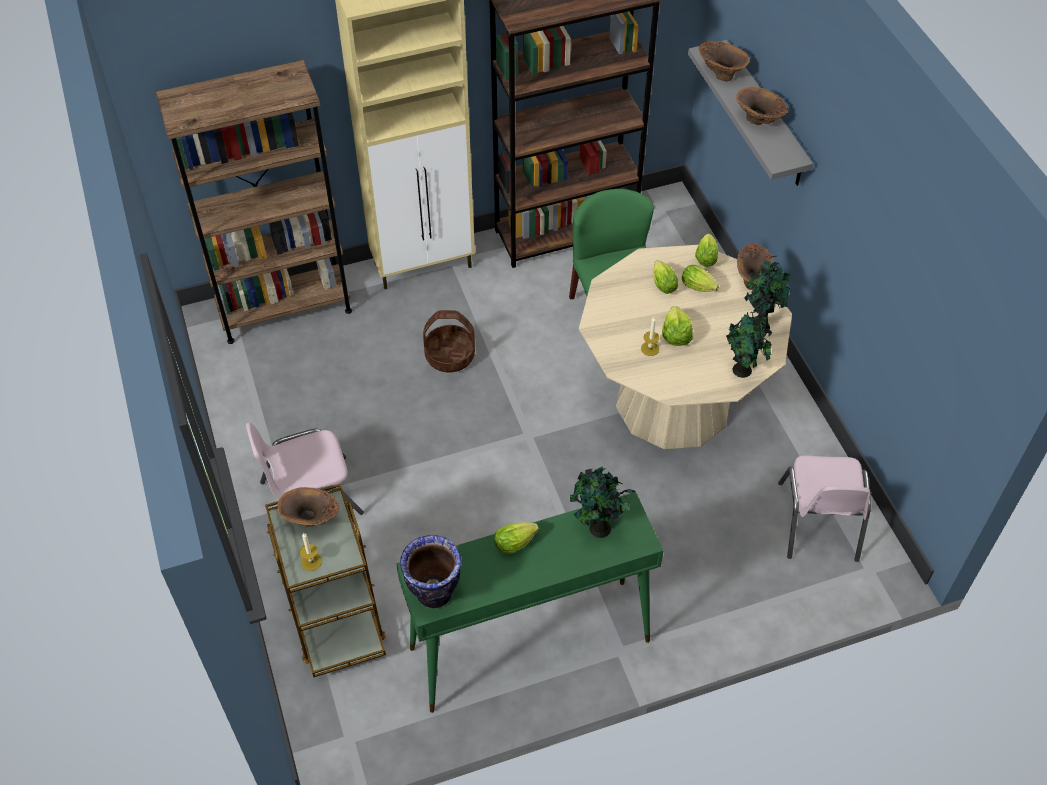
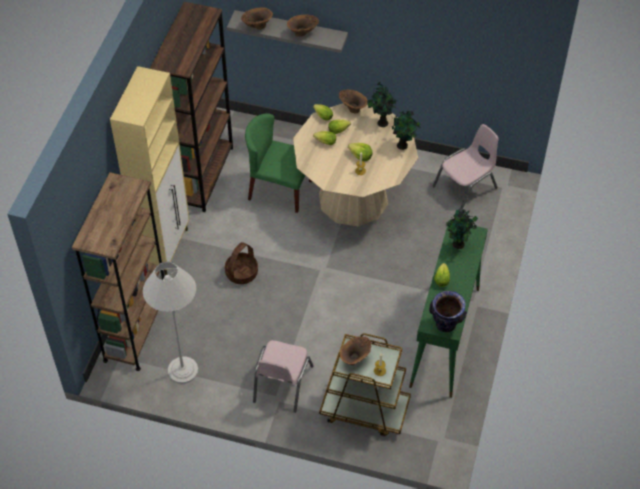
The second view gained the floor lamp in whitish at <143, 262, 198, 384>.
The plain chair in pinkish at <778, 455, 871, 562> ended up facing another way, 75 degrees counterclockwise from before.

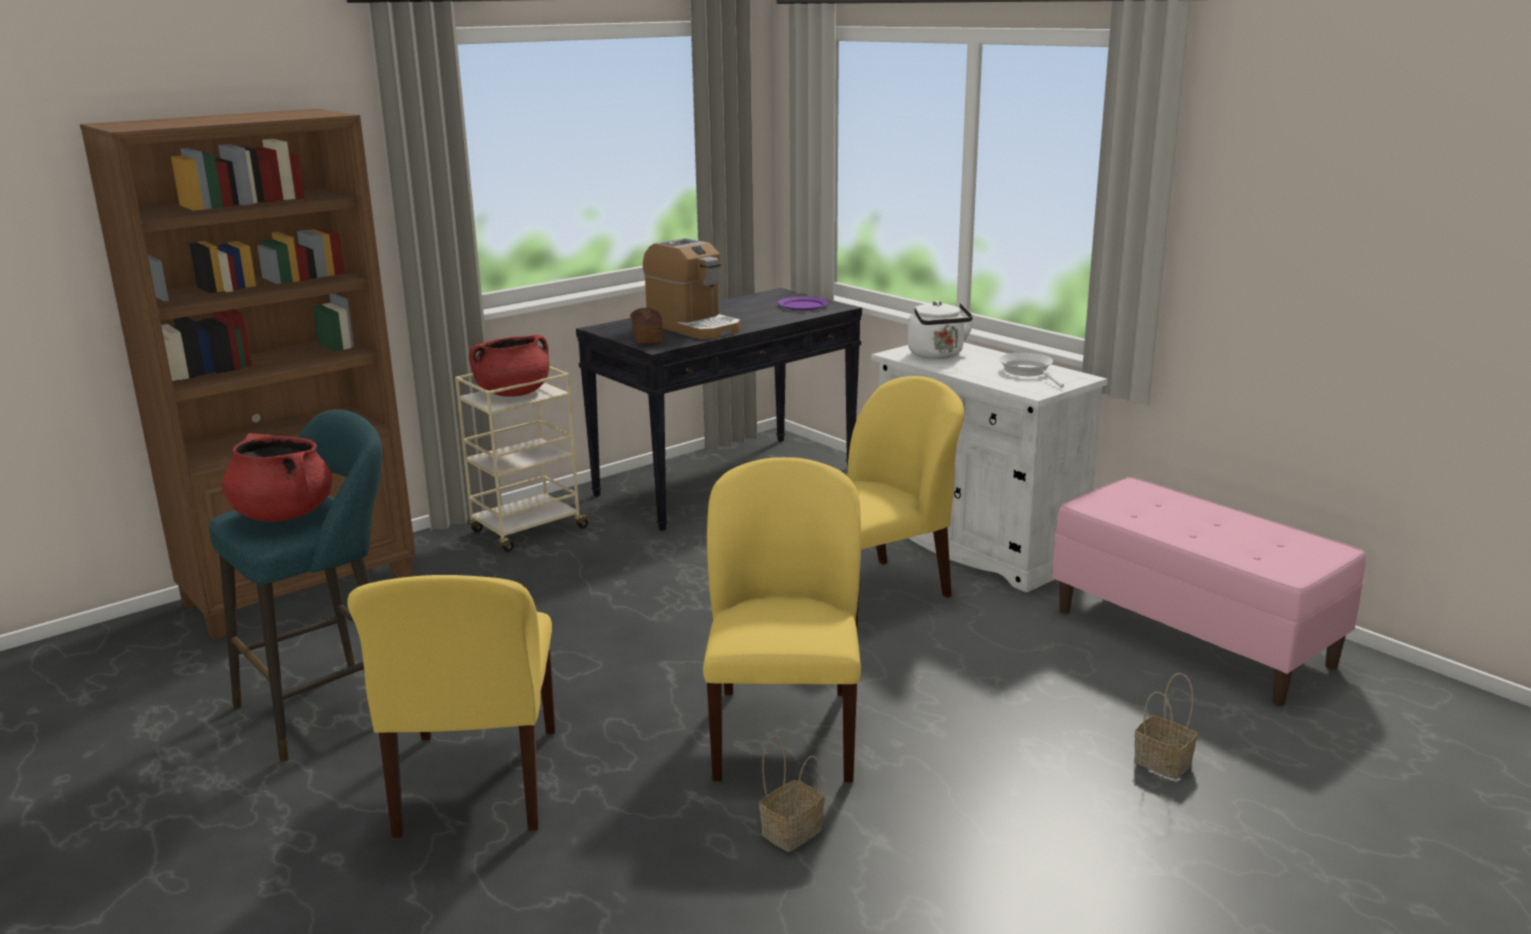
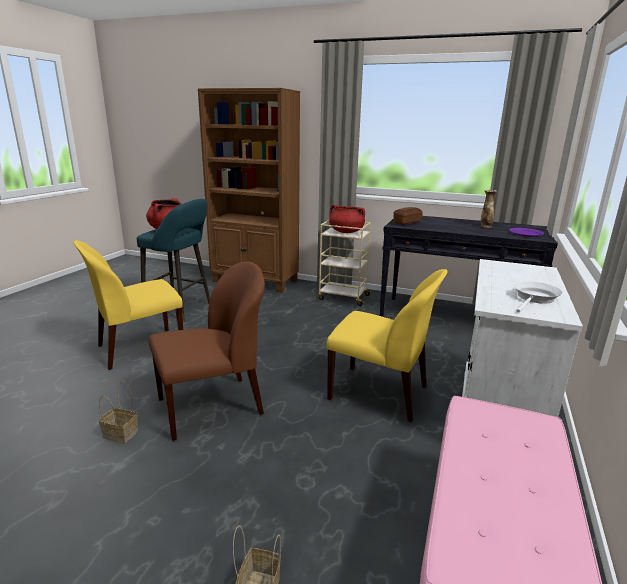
What was the plain chair in yellow-coloured at <703, 457, 861, 782> turned into the plain chair in brown at <148, 262, 265, 441>.
The second view gained the vase at <481, 190, 497, 228>.
The second view lost the coffee machine at <643, 238, 741, 339>.
The second view lost the tea kettle in whitish at <908, 301, 974, 359>.

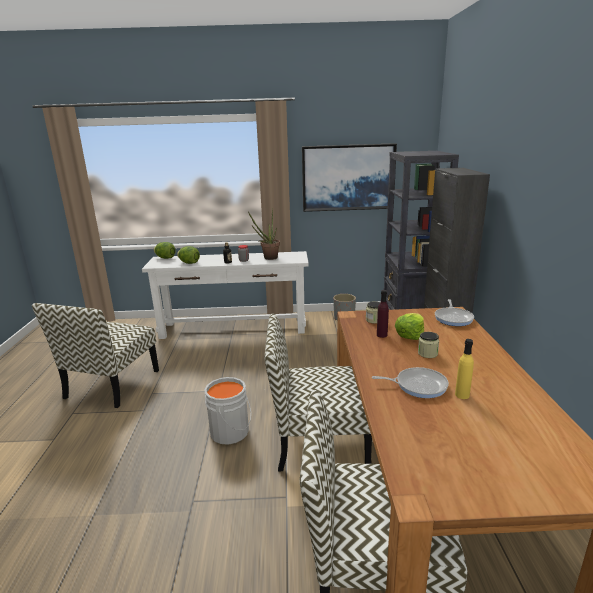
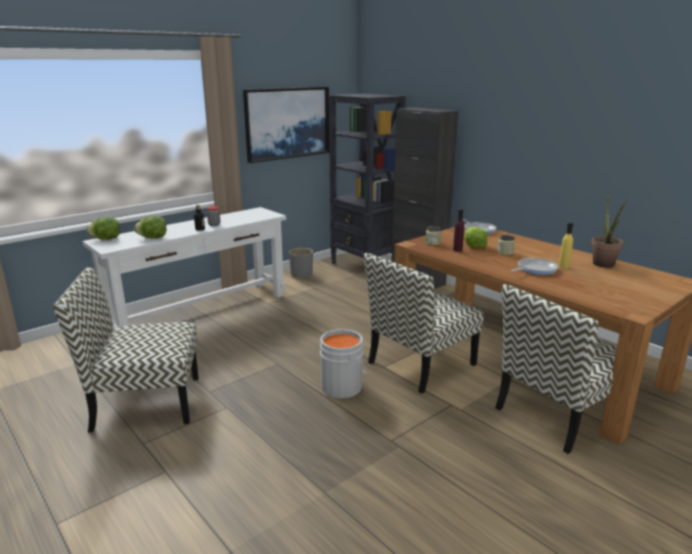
The plain chair at <32, 303, 159, 408> ended up facing another way, 105 degrees clockwise from before.
The plant in a pot ended up elsewhere, having gone from <248, 208, 280, 260> to <591, 190, 628, 268>.

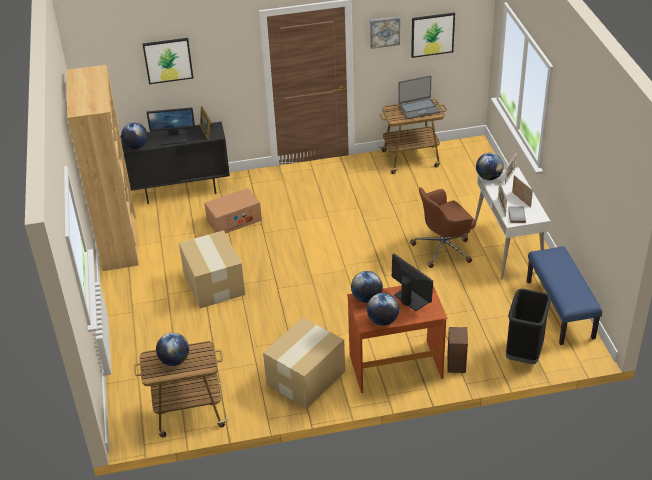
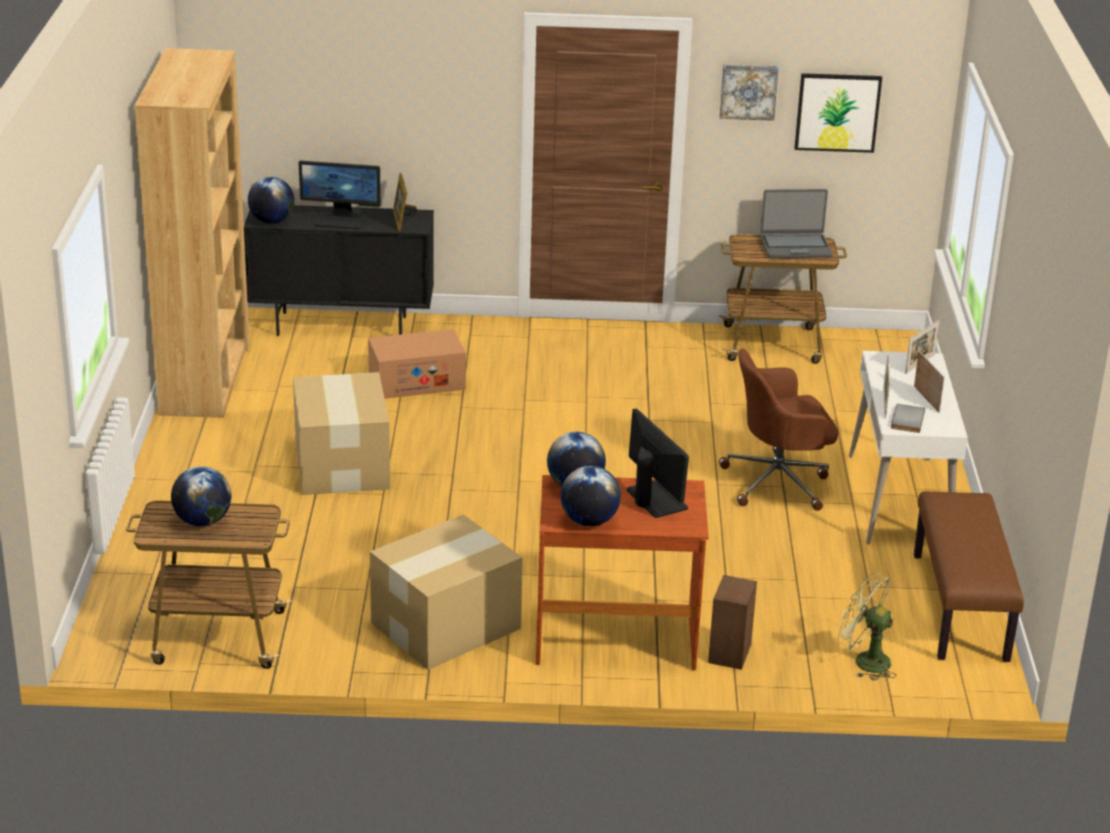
Where the waste bin in black stood at <506, 289, 551, 364>, the electric fan in green came to stand at <837, 572, 896, 681>.
What was the bench in blue at <527, 246, 602, 345> turned into the bench in brown at <914, 491, 1024, 662>.
The second view lost the wall art at <142, 38, 193, 84>.
The second view lost the world globe at <476, 153, 504, 180>.

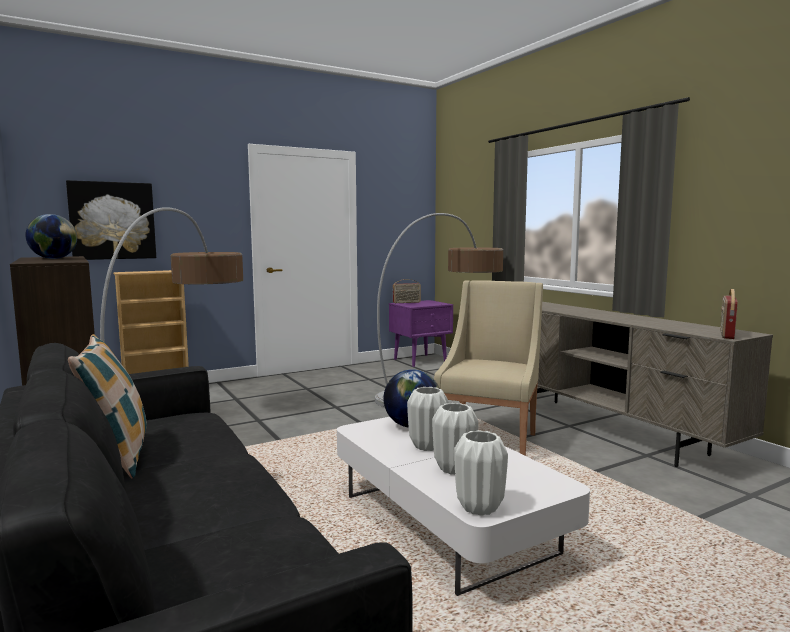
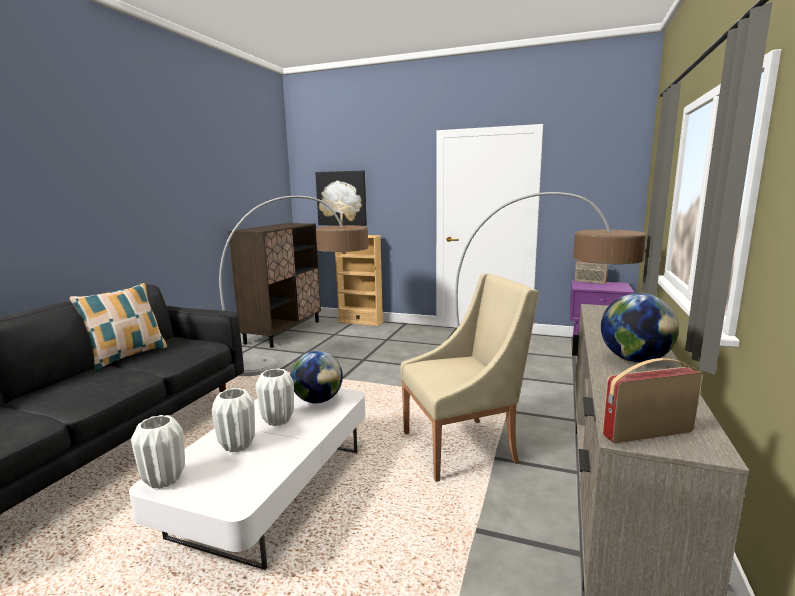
The world globe ended up elsewhere, having gone from <25, 214, 77, 259> to <601, 293, 679, 363>.

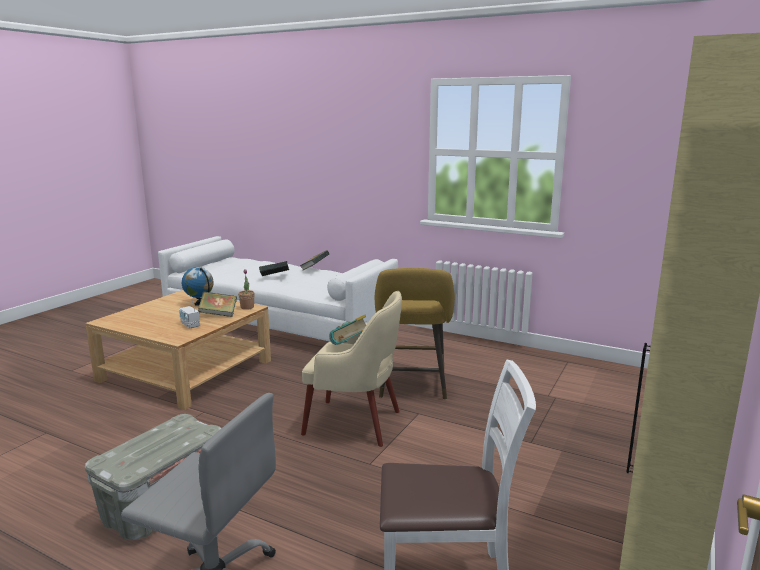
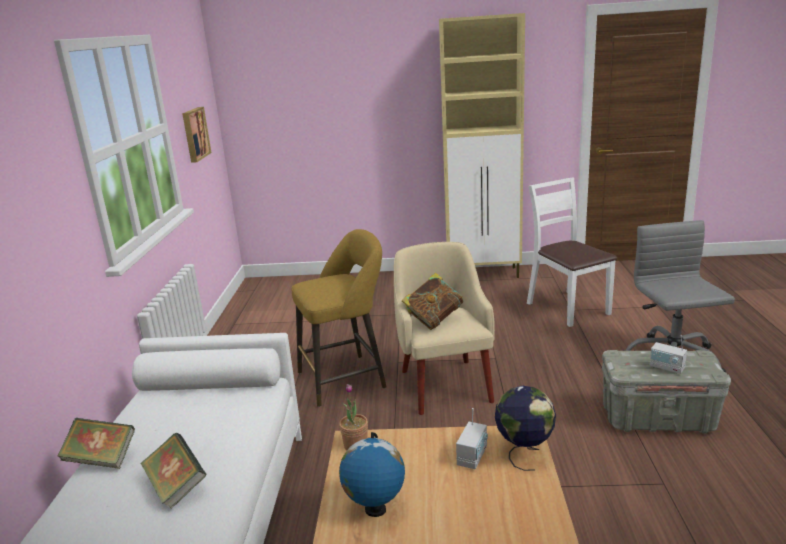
The second view gained the wall art at <182, 107, 212, 163>.
The second view gained the world globe at <495, 386, 556, 471>.
The second view gained the radio receiver at <649, 335, 687, 374>.
The second view lost the bound book at <198, 292, 237, 317>.

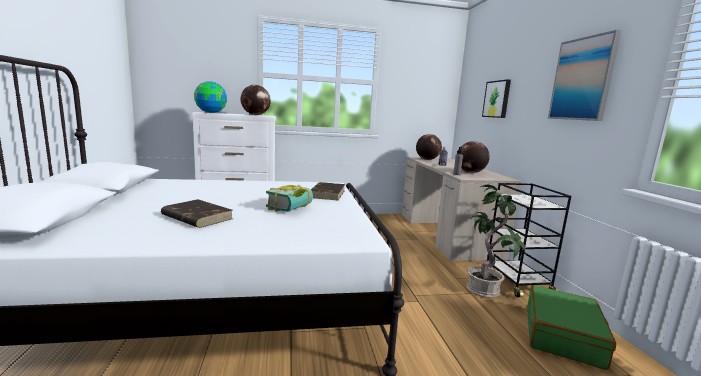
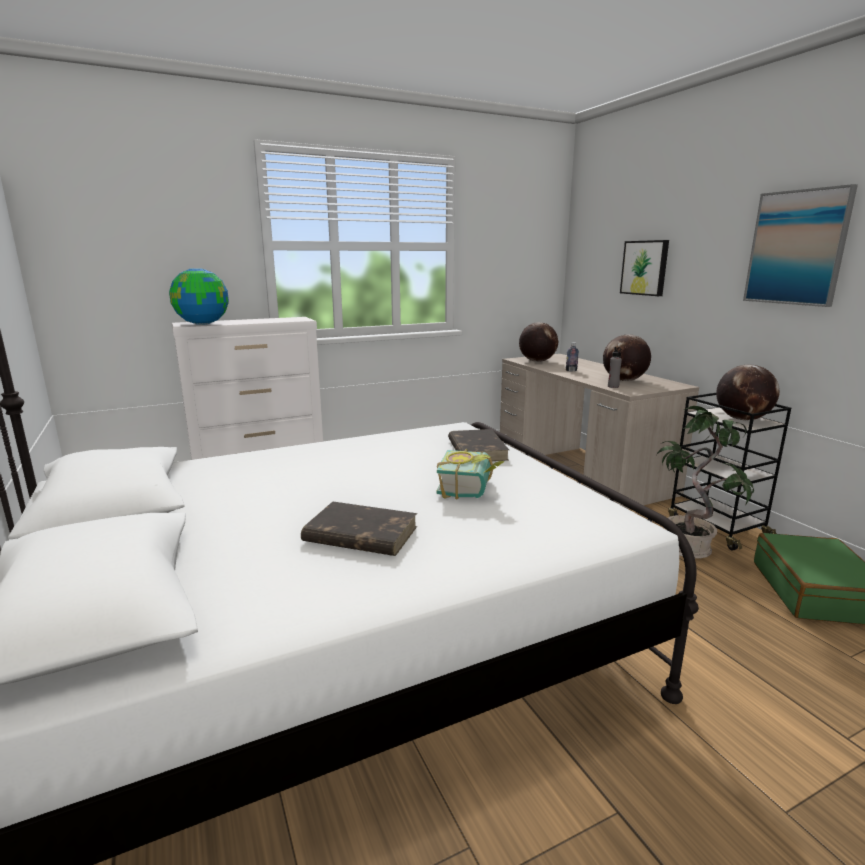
The world globe ended up elsewhere, having gone from <241, 85, 271, 115> to <716, 365, 780, 420>.

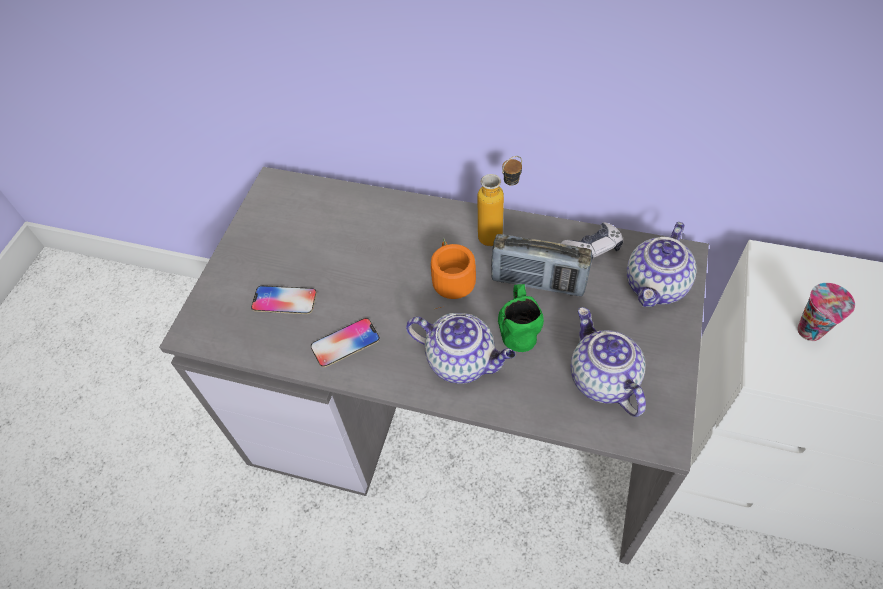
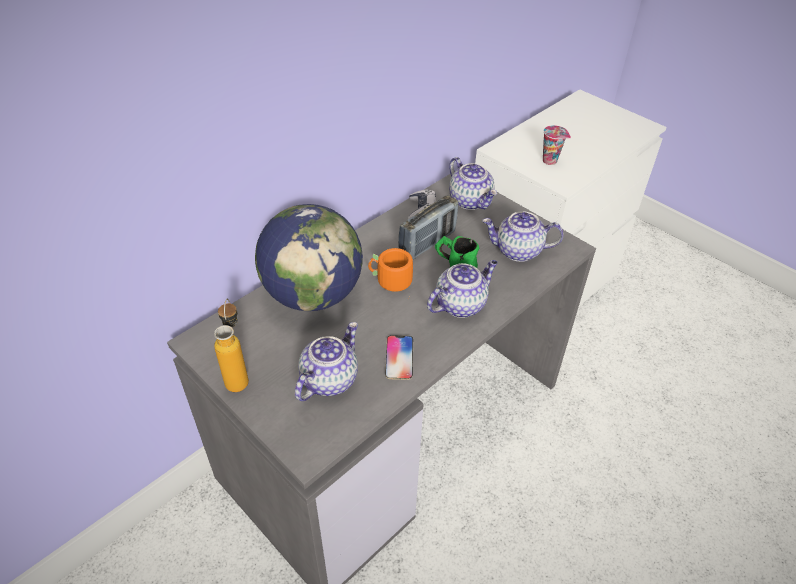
The beverage bottle ended up elsewhere, having gone from <477, 156, 522, 246> to <214, 299, 249, 392>.
The second view gained the world globe at <255, 204, 363, 311>.
Where the phone stood at <251, 286, 317, 314>, the tea pot came to stand at <295, 322, 358, 401>.

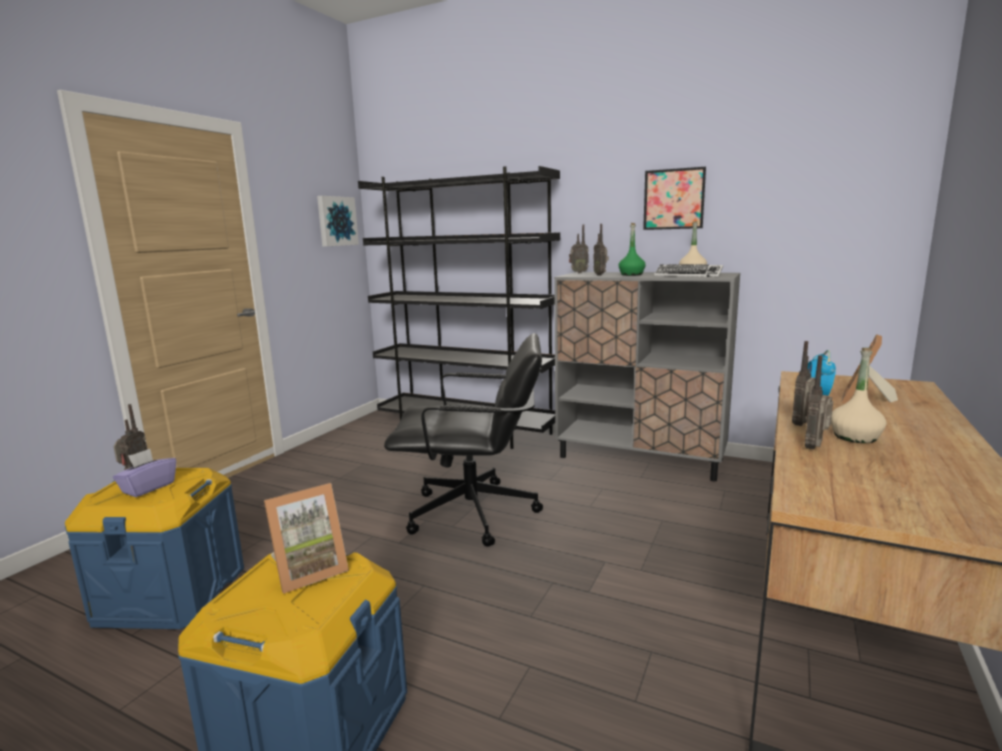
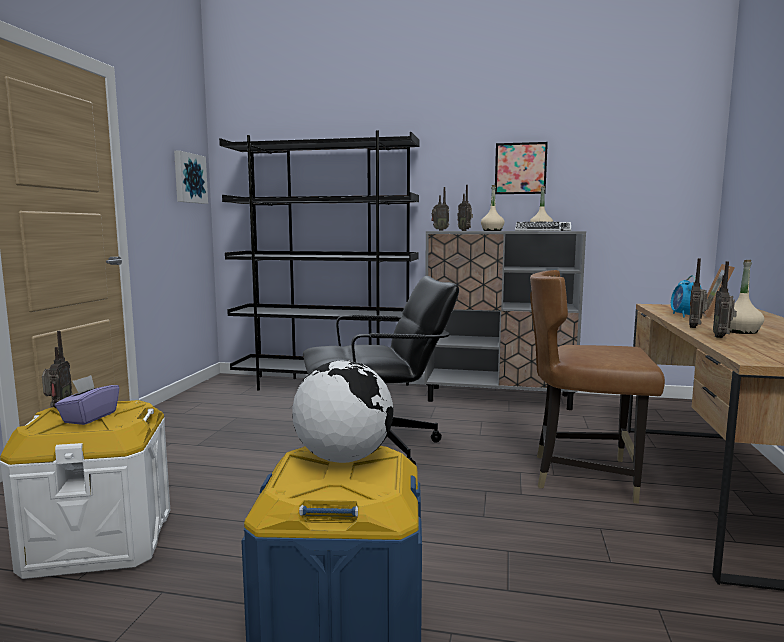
What was the storage bin in blue at <65, 468, 244, 629> turned into the storage bin in whitish at <0, 400, 170, 579>.
Where the photo frame stood at <264, 483, 349, 594>, the world globe came to stand at <292, 360, 393, 463>.
What was the beverage bottle in green at <618, 223, 646, 276> turned into the beverage bottle in beige at <481, 185, 504, 231>.
The second view gained the plain chair in brown at <530, 270, 665, 504>.

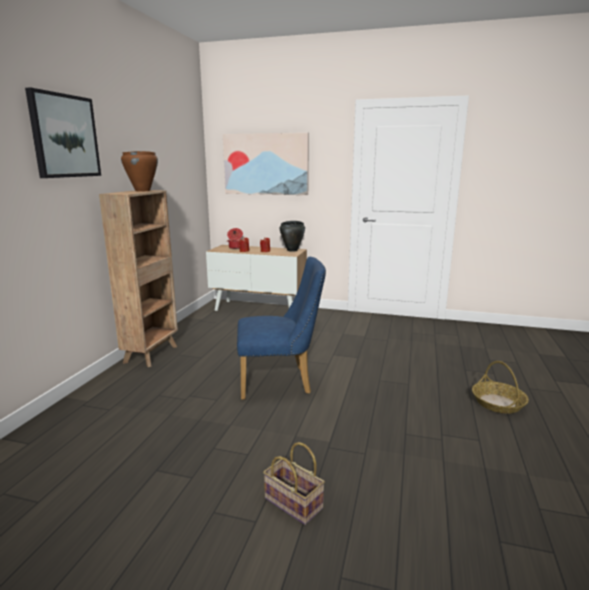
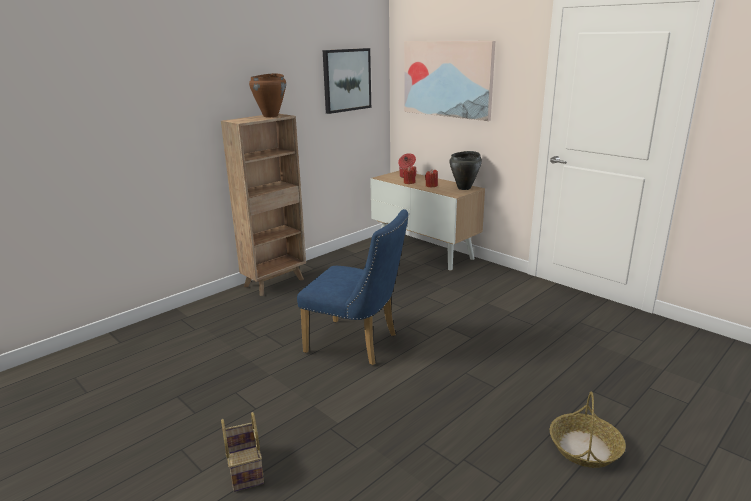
The wall art ended up elsewhere, having gone from <25, 87, 101, 178> to <323, 48, 371, 114>.

